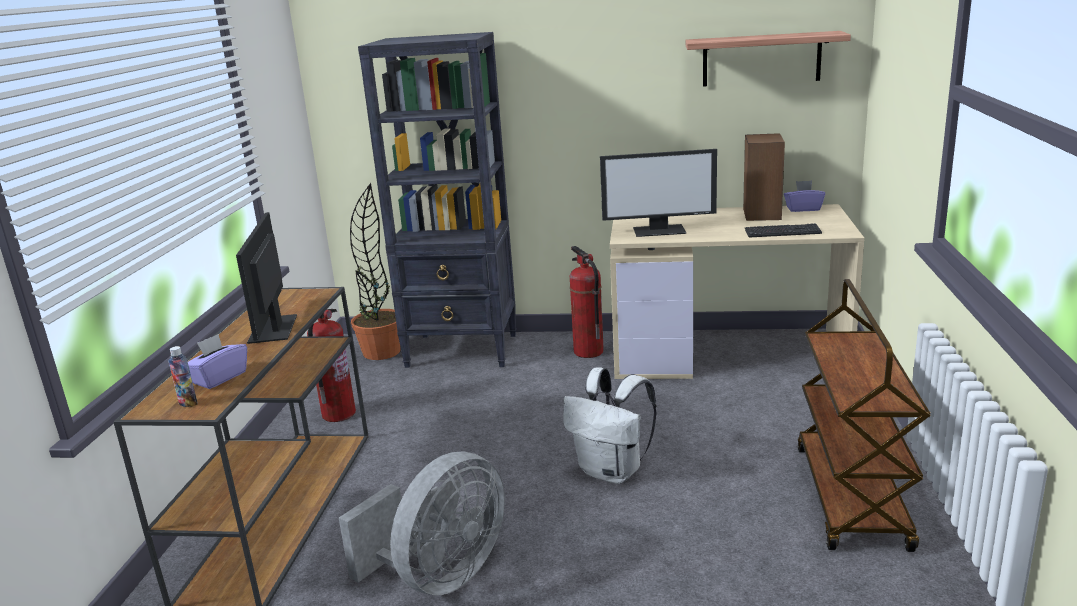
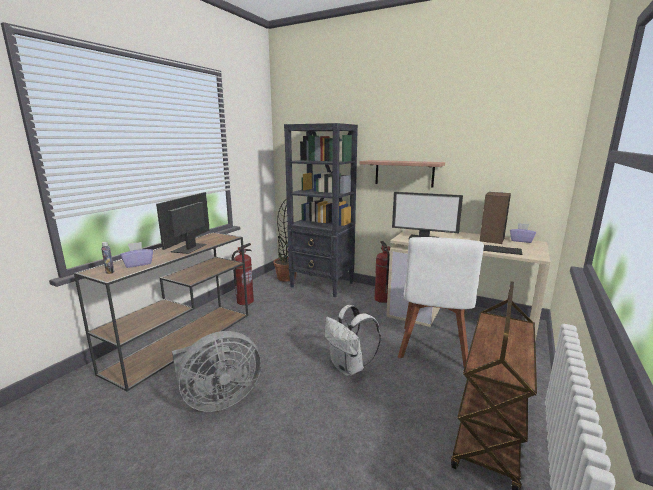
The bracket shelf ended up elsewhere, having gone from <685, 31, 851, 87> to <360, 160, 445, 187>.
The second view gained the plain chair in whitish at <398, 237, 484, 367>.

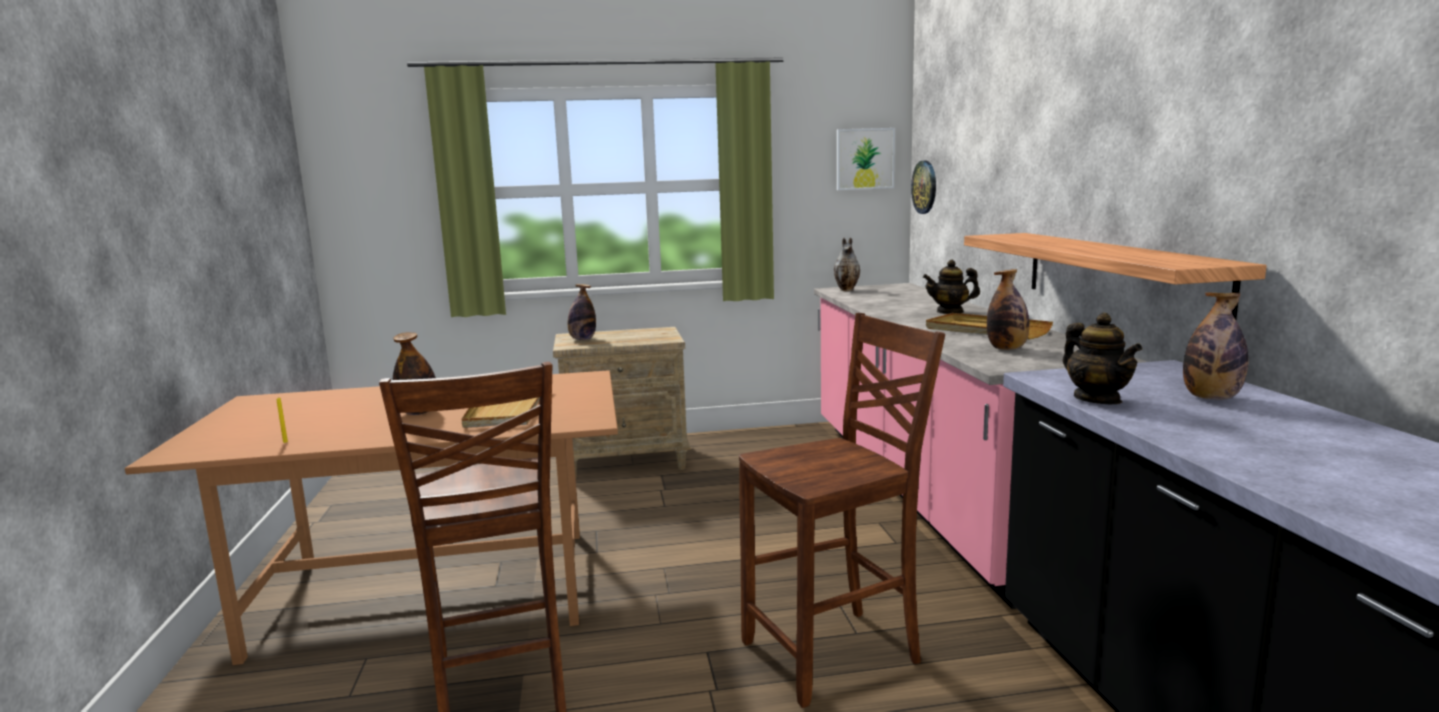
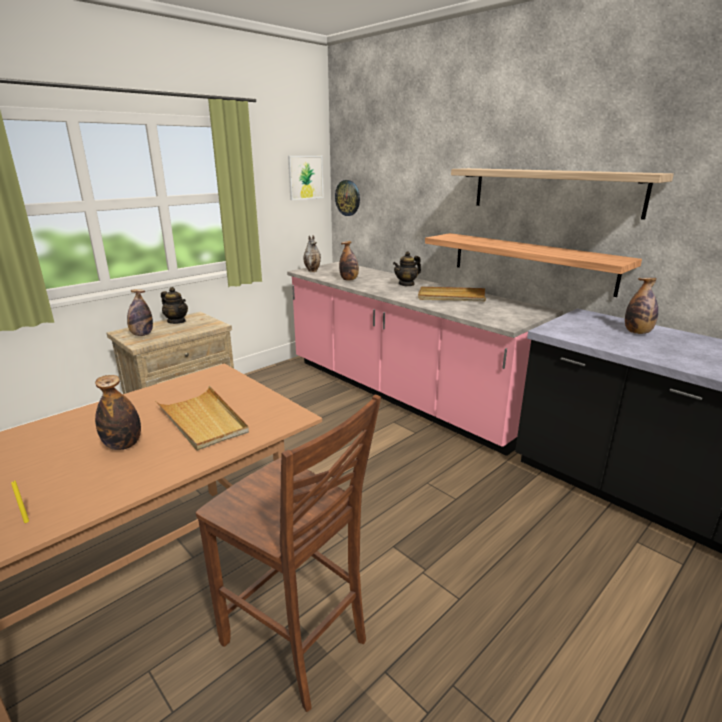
The tea pot ended up elsewhere, having gone from <1063, 313, 1142, 404> to <161, 287, 188, 324>.
The beverage bottle ended up elsewhere, having gone from <987, 269, 1029, 350> to <339, 241, 359, 281>.
The second view gained the bracket shelf at <451, 168, 674, 220>.
The second view lost the plain chair in brown at <739, 313, 945, 708>.

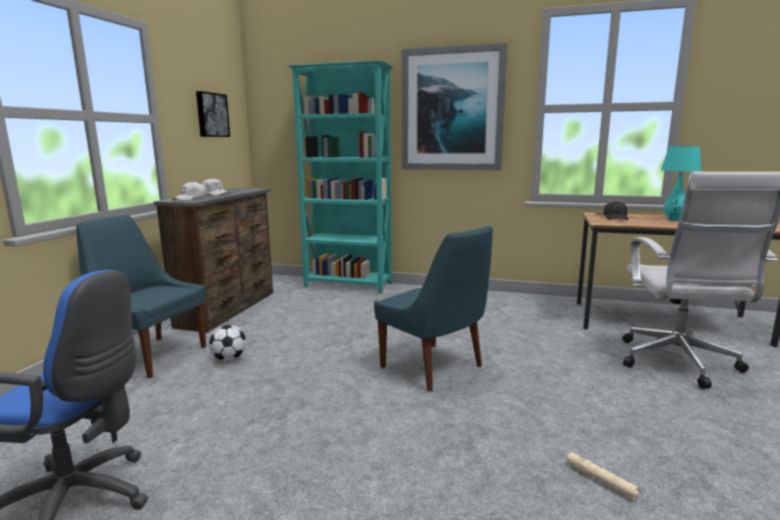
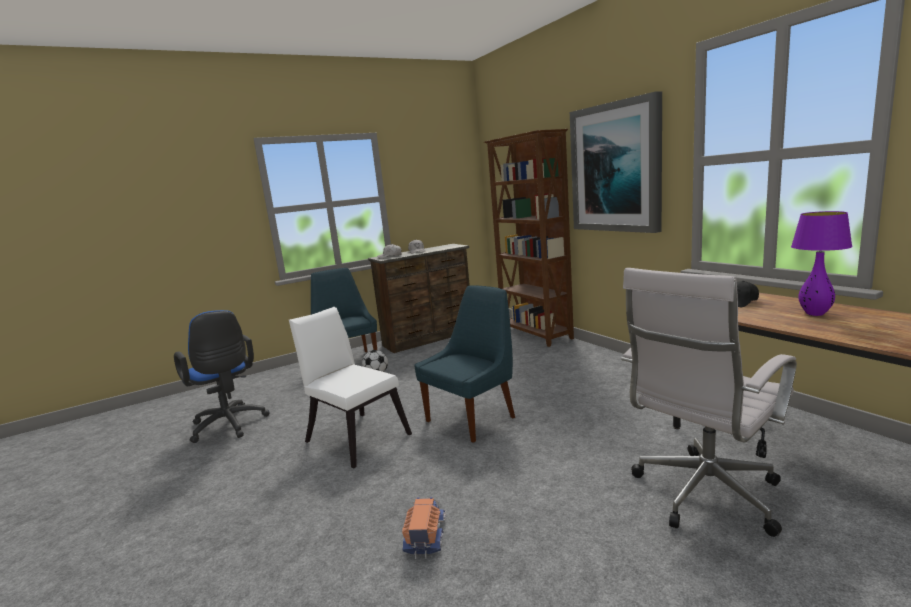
The second view gained the plain chair in whitish at <289, 307, 412, 468>.
Where the torch in beige stood at <567, 452, 642, 500>, the model truck came to stand at <402, 497, 446, 559>.
The plain chair in blue at <374, 226, 493, 392> ended up facing another way, 135 degrees counterclockwise from before.
What was the bookcase in turquoise at <288, 60, 393, 293> turned into the bookcase in brown at <484, 129, 574, 347>.
What was the lamp for a table in turquoise at <661, 146, 702, 221> turned into the lamp for a table in purplish at <791, 211, 852, 316>.
The second view lost the wall art at <196, 91, 230, 137>.

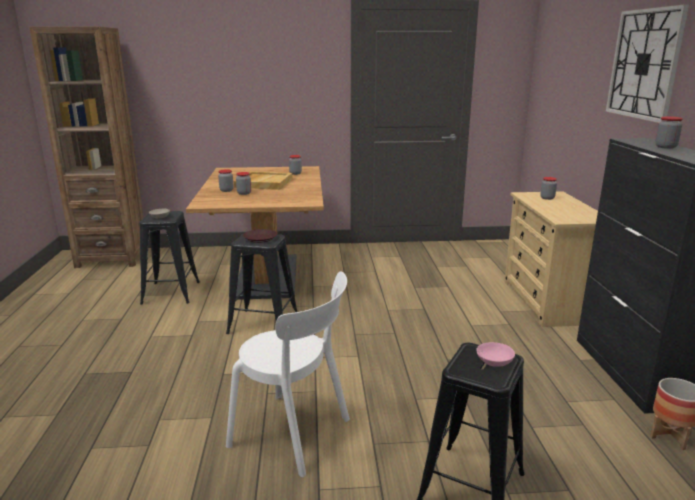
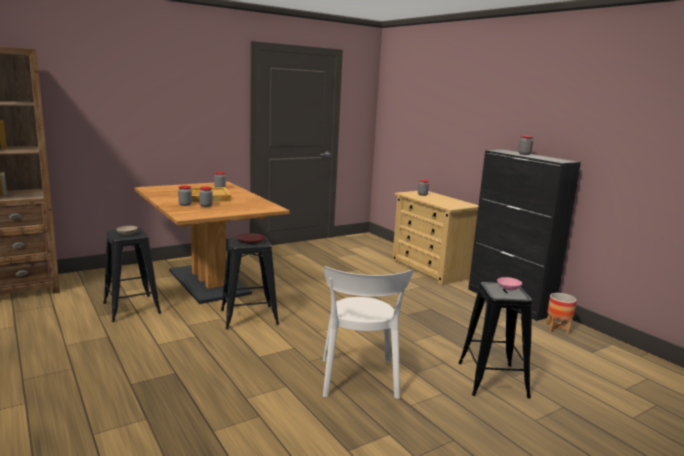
The plain chair in whitish at <226, 271, 350, 477> ended up facing another way, 90 degrees clockwise from before.
The second view lost the hanging clock at <606, 4, 689, 123>.

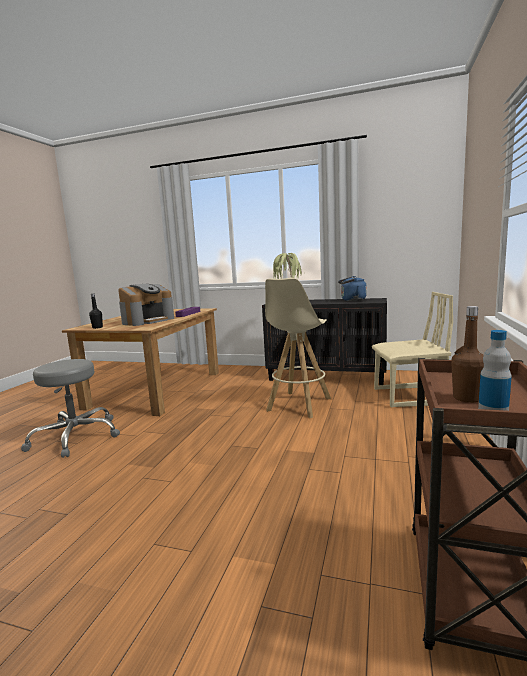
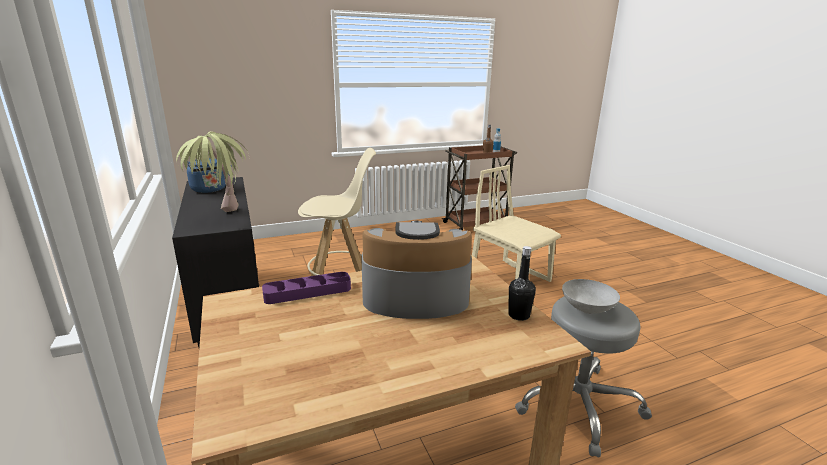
The plain chair in beige ended up elsewhere, having gone from <372, 292, 453, 407> to <472, 165, 561, 282>.
The second view gained the serving bowl in gray at <562, 279, 620, 314>.

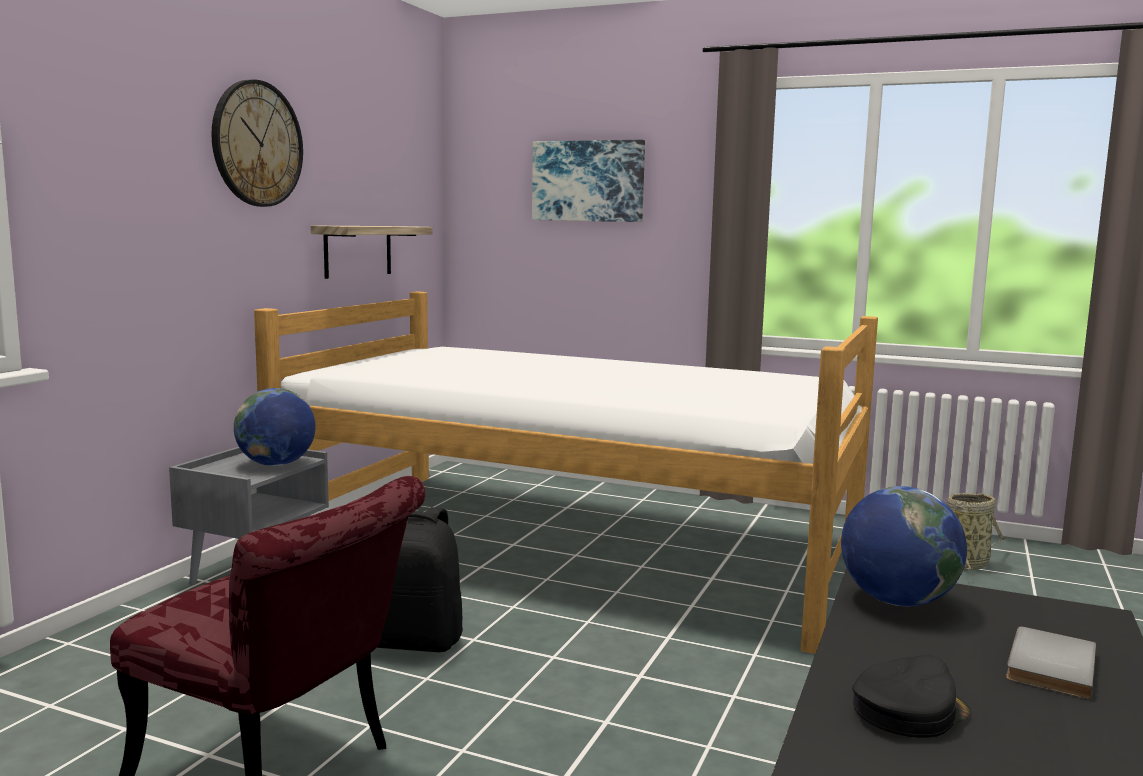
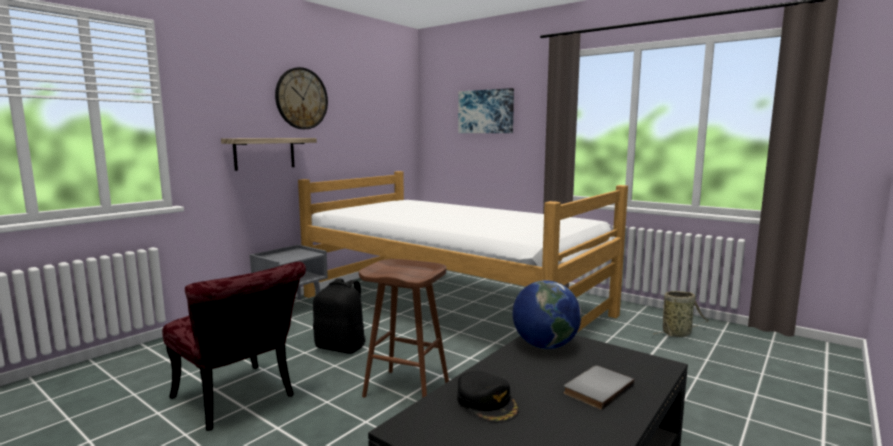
The bracket shelf ended up elsewhere, having gone from <311, 226, 433, 279> to <221, 138, 317, 171>.
The second view gained the sitting stool in brown at <359, 259, 449, 398>.
The baseball cap in black at <852, 655, 972, 738> ended up facing another way, 75 degrees clockwise from before.
The second view lost the world globe at <234, 388, 316, 466>.

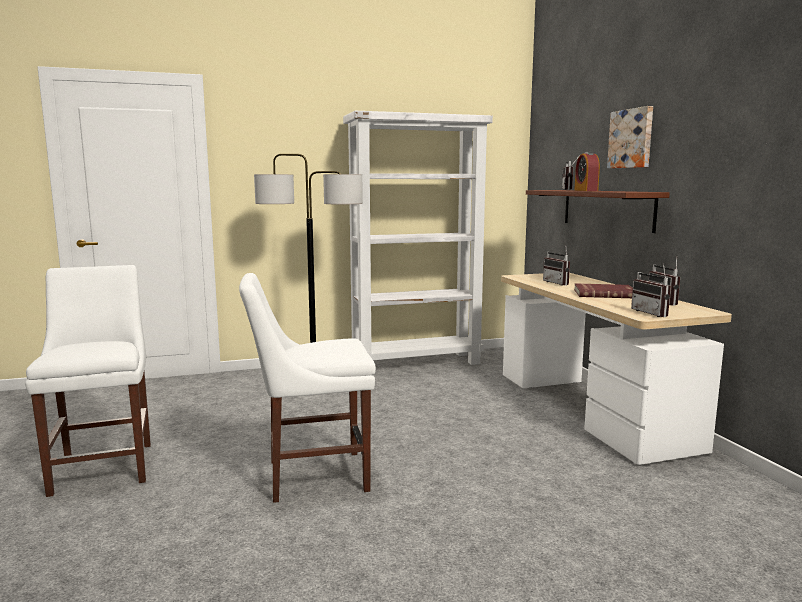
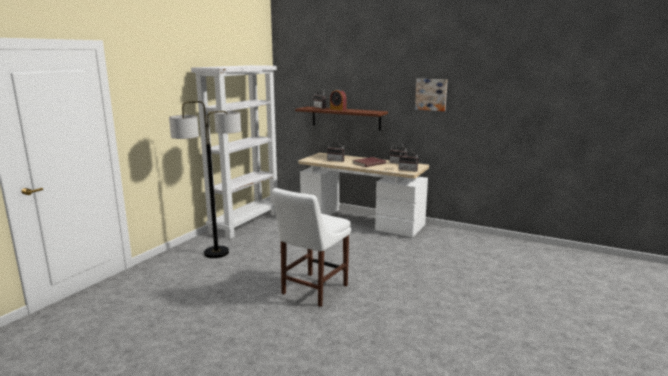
The wall art ended up elsewhere, having gone from <607, 106, 653, 168> to <415, 79, 447, 111>.
The second view lost the plain chair in whitish at <25, 265, 151, 497>.

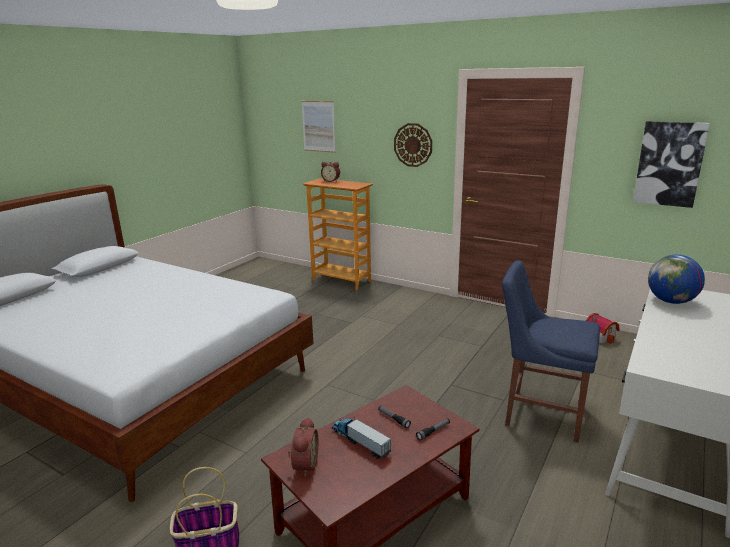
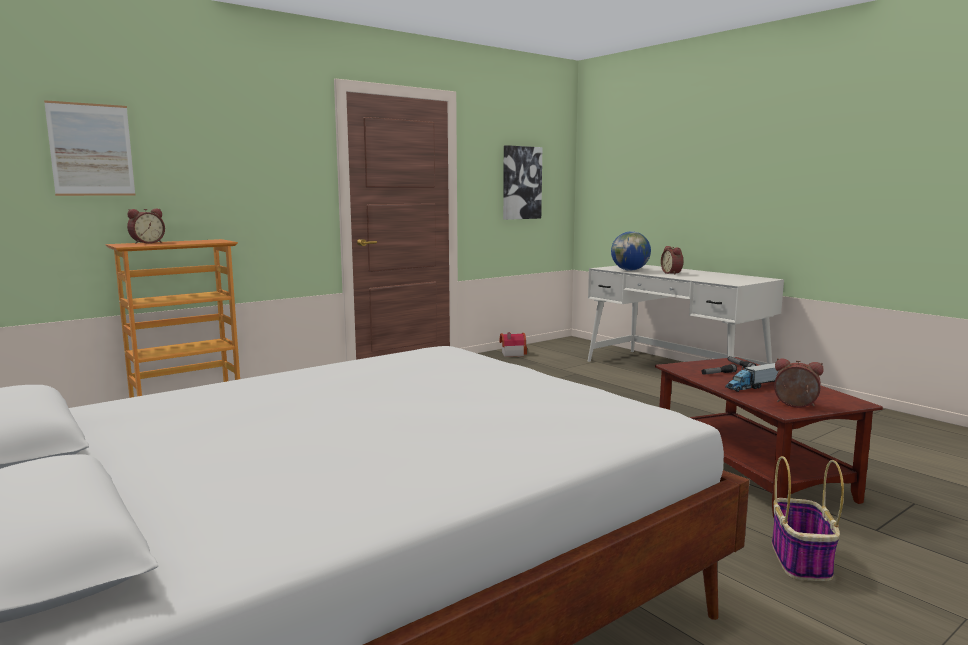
The second view gained the table clock at <661, 246, 683, 275>.
The second view lost the hanging clock at <394, 123, 432, 167>.
The second view lost the plain chair in blue at <502, 260, 600, 443>.

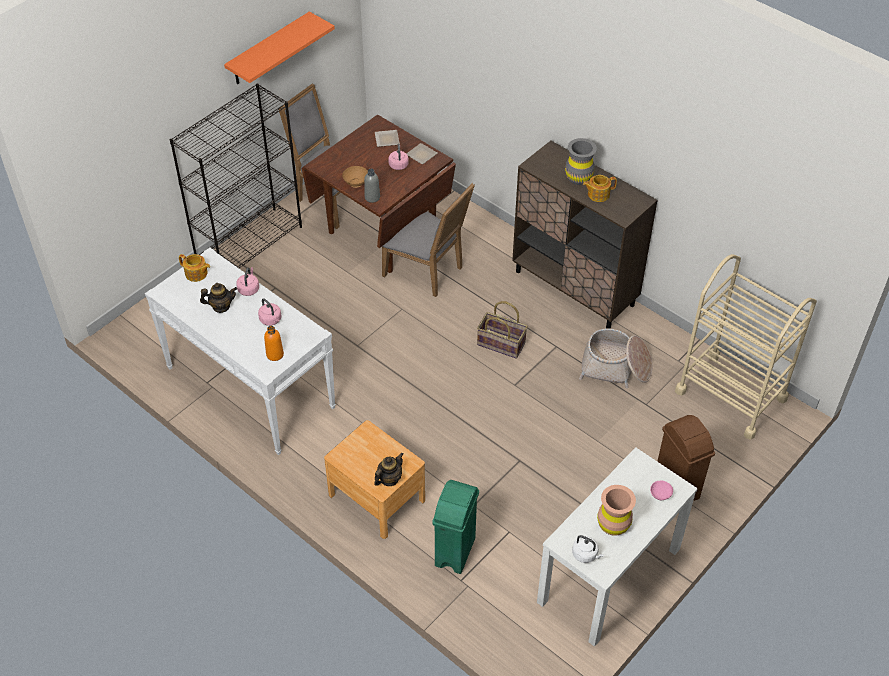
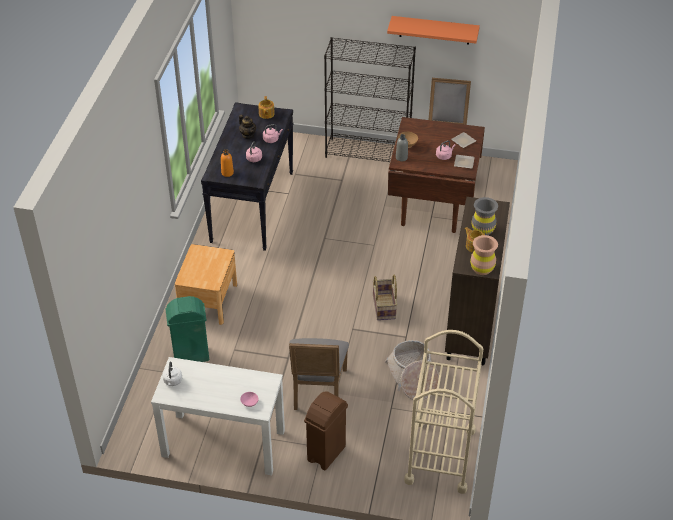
What was the narrow table in whitish at <145, 247, 336, 455> turned into the narrow table in black at <201, 102, 293, 251>.
The plain chair in gray ended up elsewhere, having gone from <382, 183, 475, 297> to <289, 338, 349, 410>.
The vase in brown ended up elsewhere, having gone from <597, 485, 636, 536> to <470, 235, 498, 275>.
The second view lost the tea pot at <374, 452, 403, 486>.

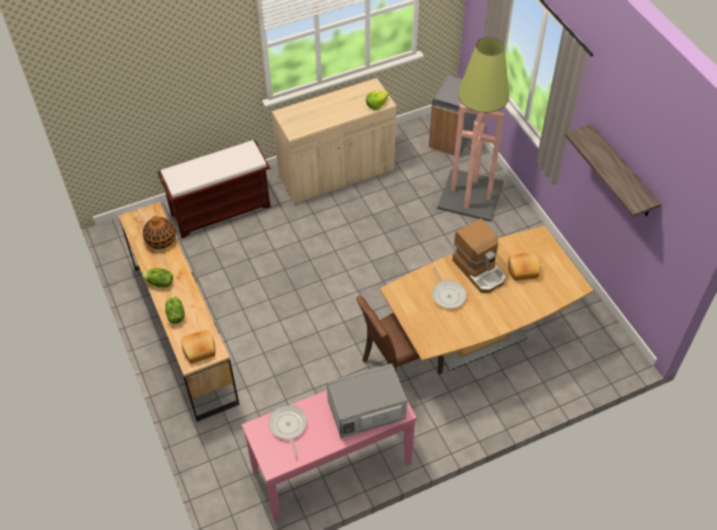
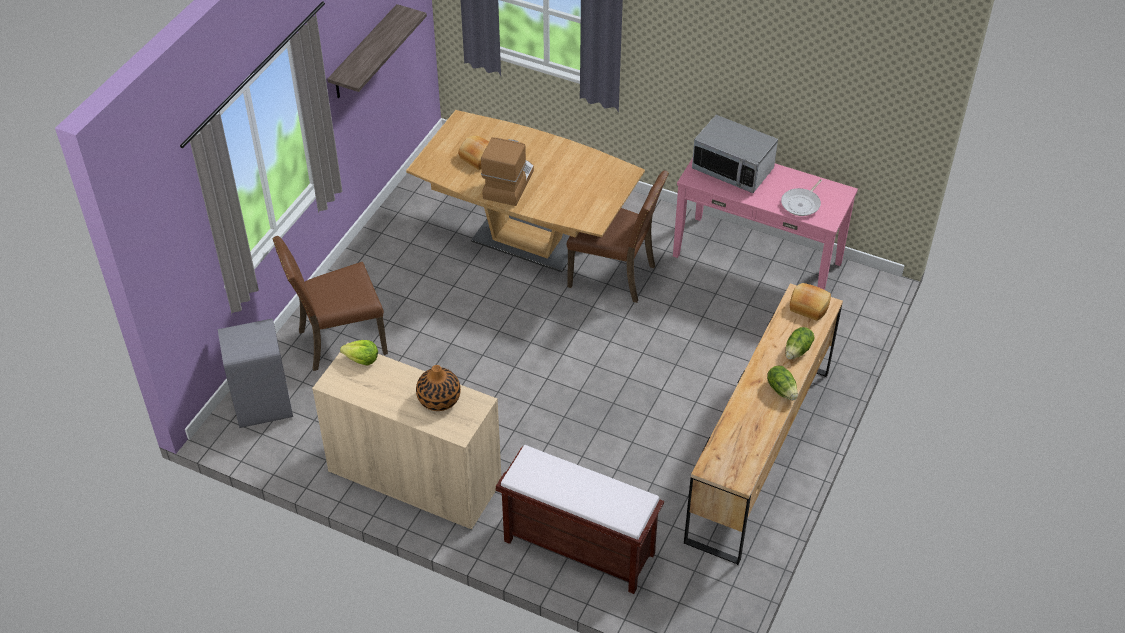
Where the floor lamp stood at <437, 37, 509, 222>, the plain chair in brown came to stand at <273, 236, 388, 371>.
The vase ended up elsewhere, having gone from <143, 215, 176, 249> to <416, 365, 461, 411>.
The second view lost the skillet at <432, 268, 467, 309>.

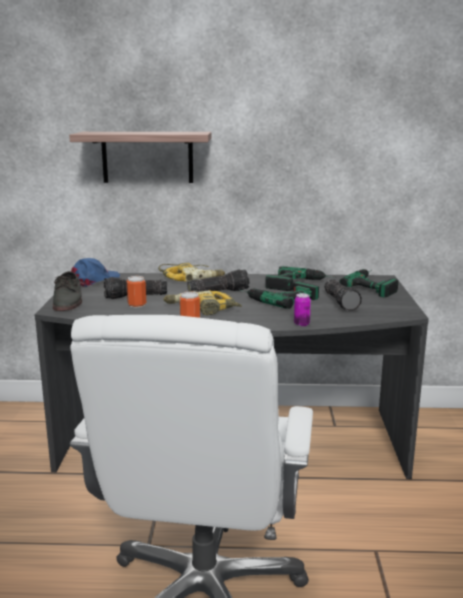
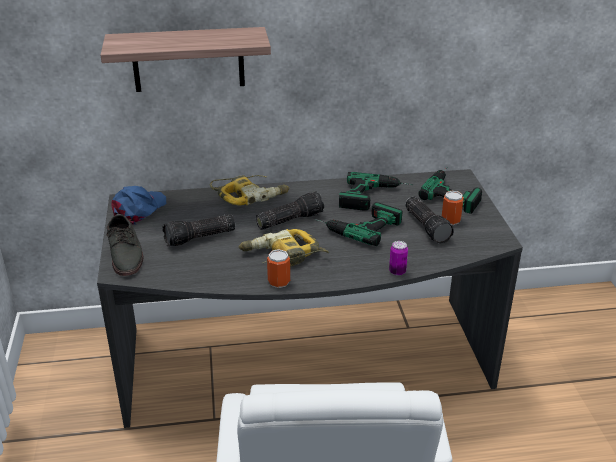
The metal can ended up elsewhere, having gone from <127, 276, 146, 308> to <442, 191, 464, 225>.

